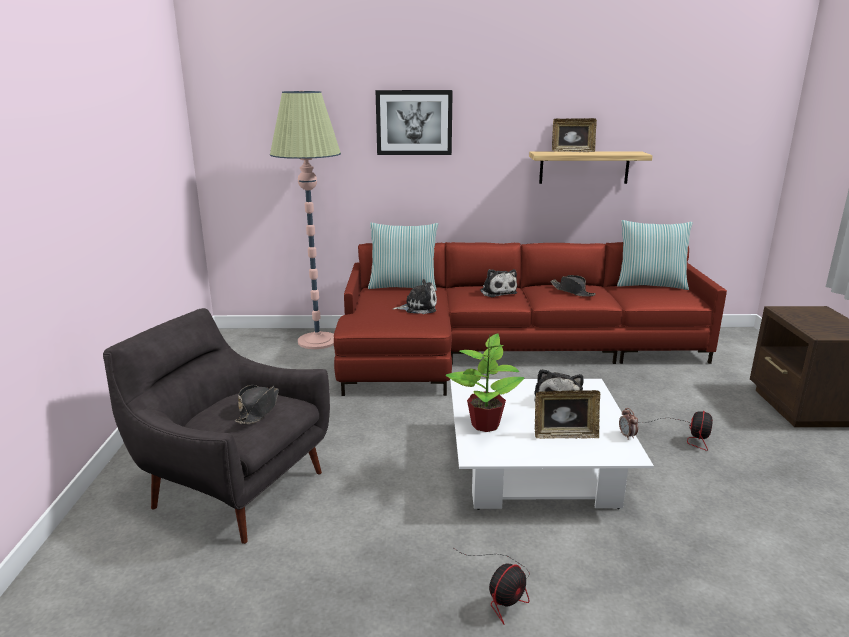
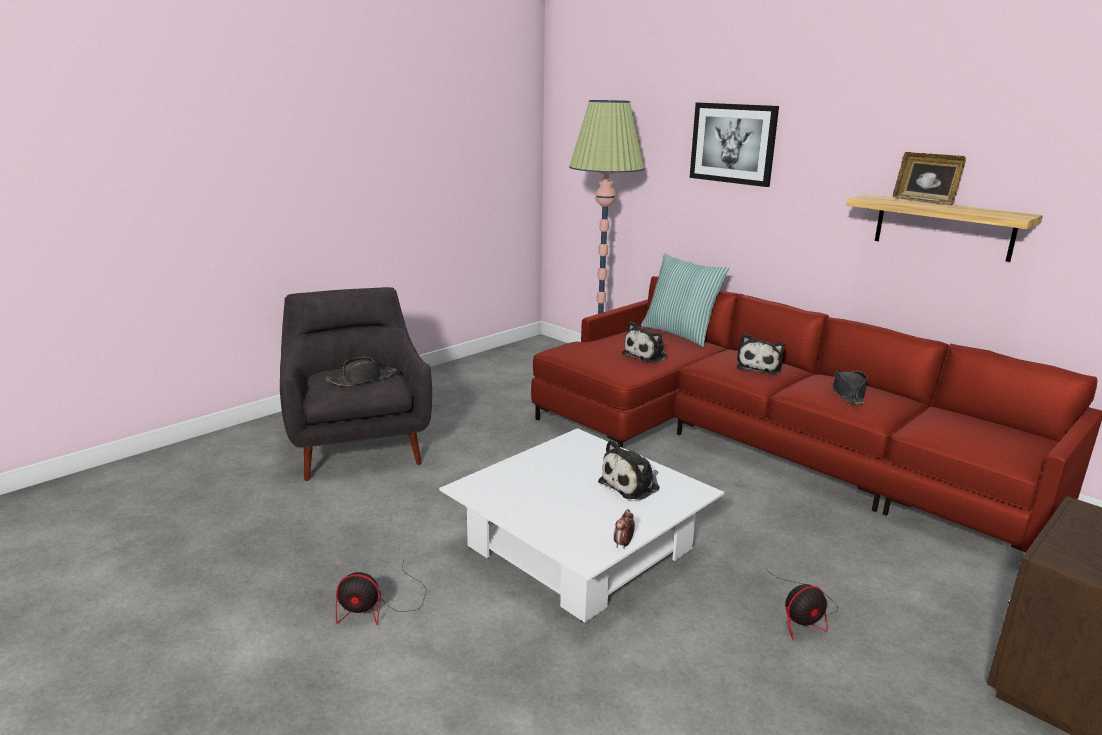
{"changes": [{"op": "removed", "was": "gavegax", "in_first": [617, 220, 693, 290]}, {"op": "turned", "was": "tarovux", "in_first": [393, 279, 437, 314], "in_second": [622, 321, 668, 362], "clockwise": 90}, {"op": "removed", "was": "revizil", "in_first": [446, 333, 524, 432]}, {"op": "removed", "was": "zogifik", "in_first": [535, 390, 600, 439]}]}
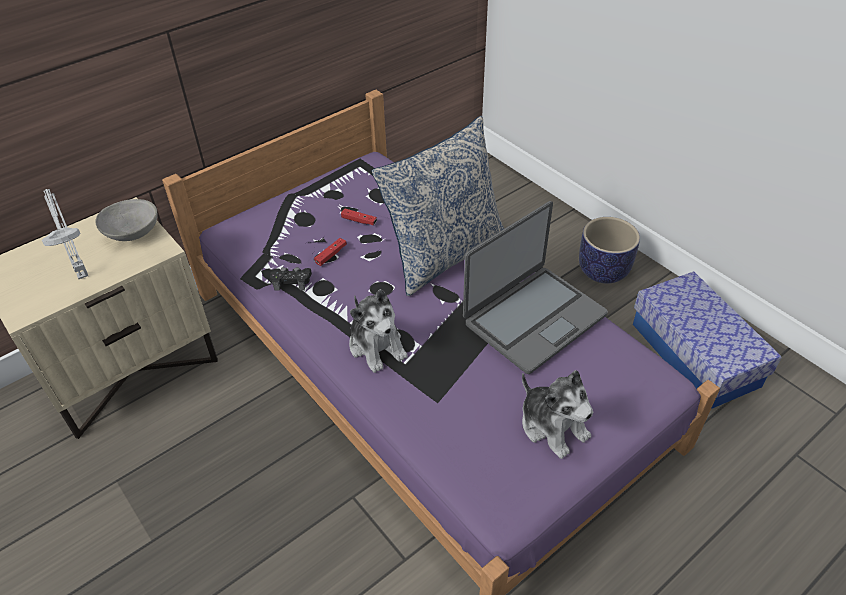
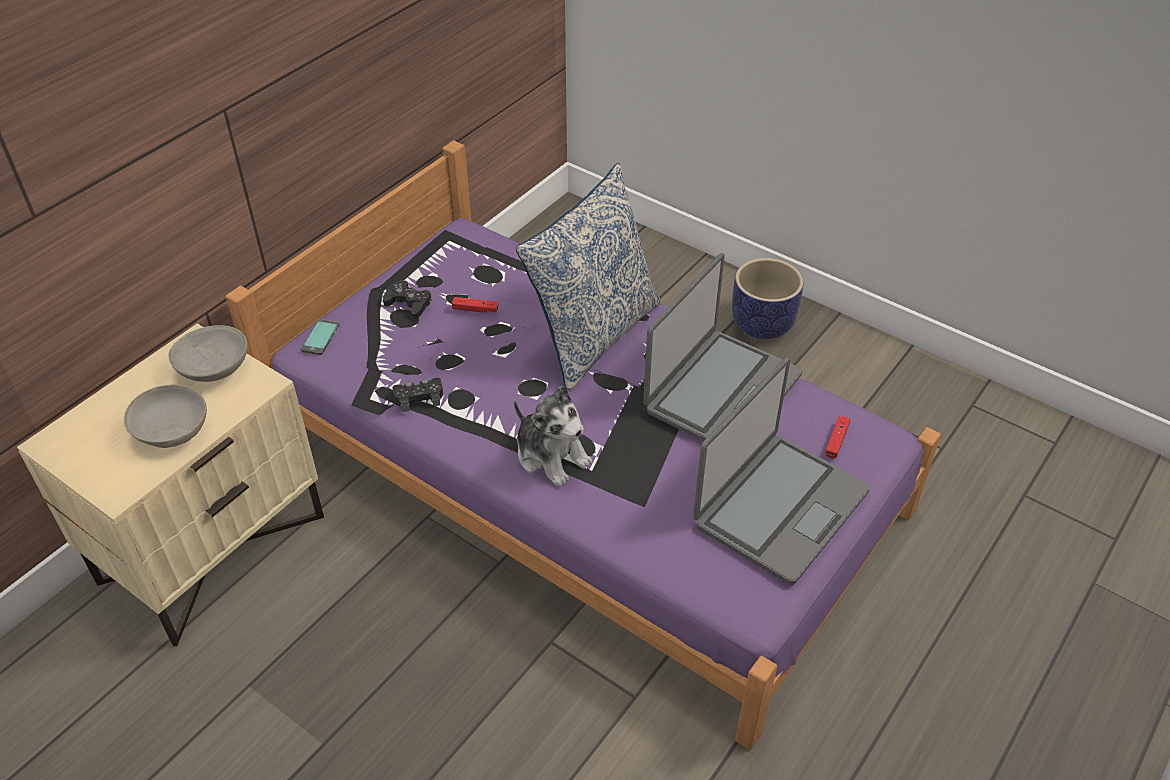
{"changes": [{"op": "replaced", "was": "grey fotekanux", "now": "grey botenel", "in_first": [42, 189, 88, 279], "in_second": [124, 384, 207, 448]}, {"op": "moved", "was": "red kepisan", "in_first": [314, 238, 347, 266], "in_second": [825, 415, 850, 459]}, {"op": "removed", "was": "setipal", "in_first": [633, 271, 782, 409]}, {"op": "replaced", "was": "tarovux", "now": "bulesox", "in_first": [522, 370, 594, 459], "in_second": [693, 357, 870, 585]}, {"op": "added", "now": "black kepisan", "in_second": [383, 280, 432, 319]}, {"op": "added", "now": "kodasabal", "in_second": [301, 319, 339, 355]}]}
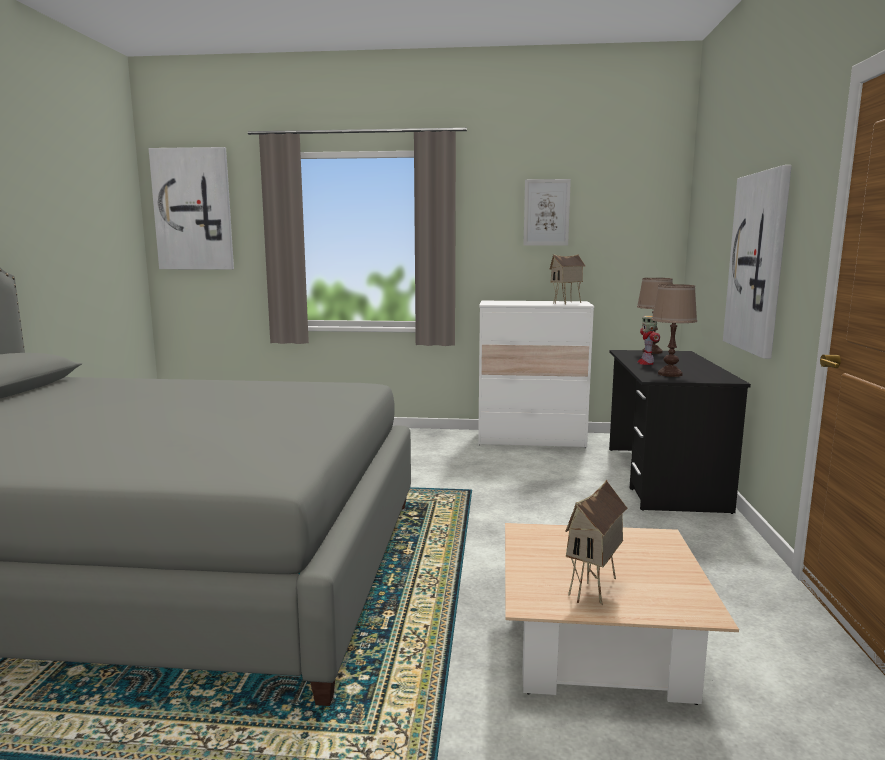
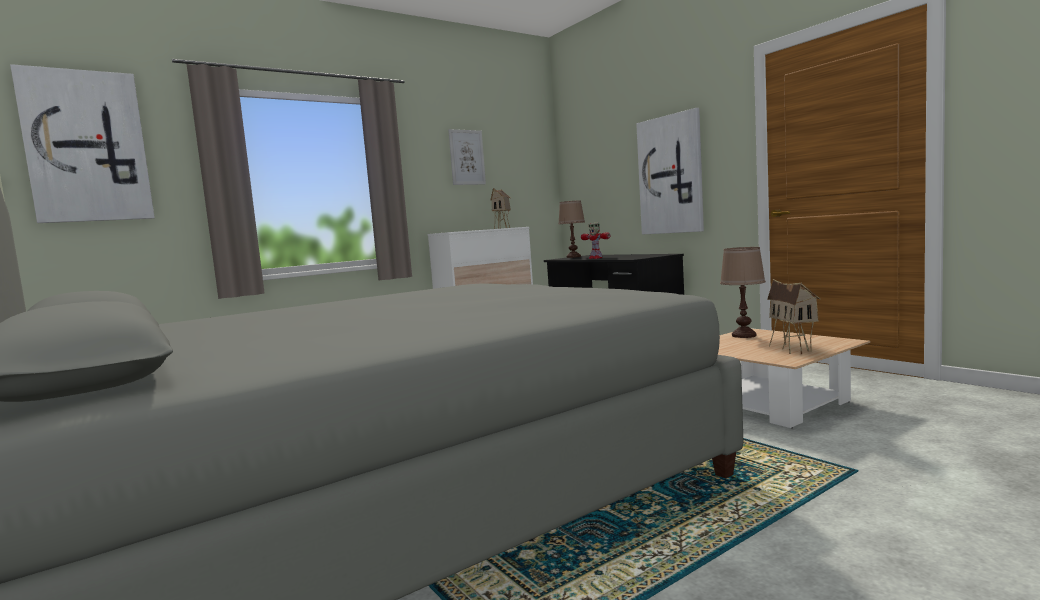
{"changes": [{"op": "moved", "was": "brown fotekanux", "in_first": [651, 284, 697, 377], "in_second": [720, 247, 766, 338]}]}
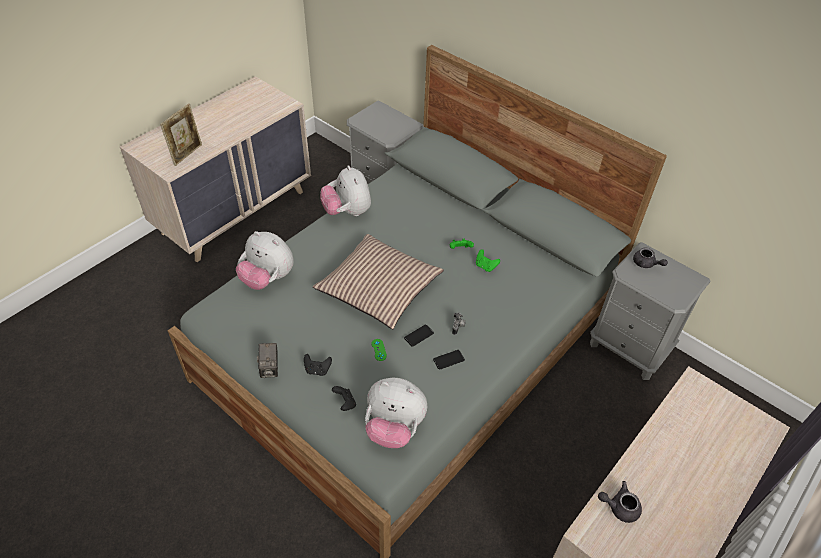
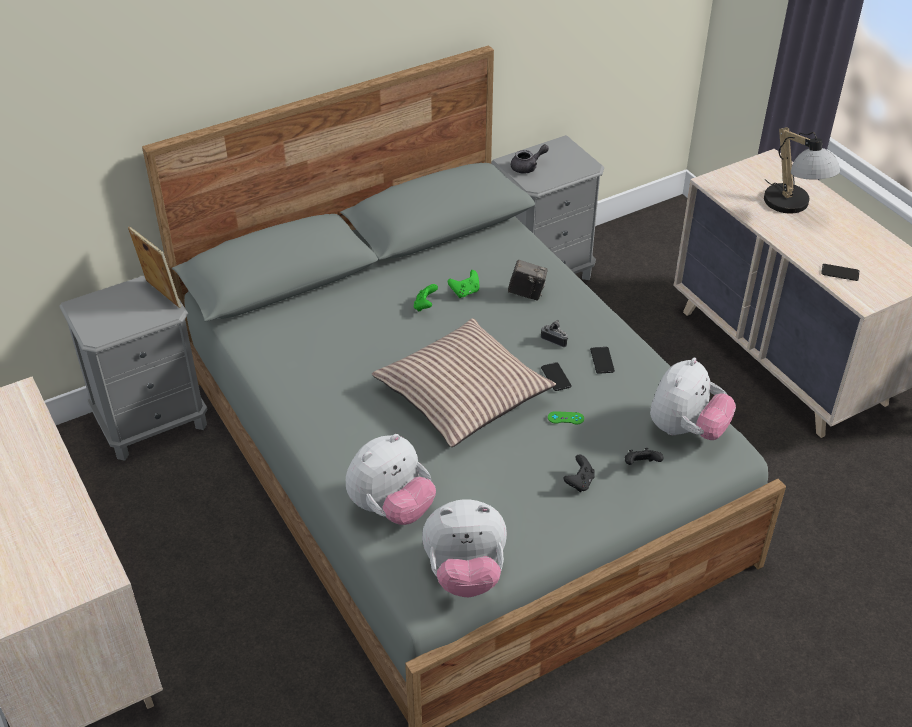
{"changes": [{"op": "moved", "was": "zogifik", "in_first": [160, 104, 202, 166], "in_second": [128, 226, 181, 308]}, {"op": "moved", "was": "tarovux", "in_first": [320, 165, 371, 216], "in_second": [422, 499, 507, 597]}, {"op": "moved", "was": "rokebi", "in_first": [257, 343, 278, 378], "in_second": [508, 260, 548, 301]}, {"op": "replaced", "was": "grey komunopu", "now": "kodasabal", "in_first": [598, 481, 642, 523], "in_second": [821, 264, 859, 281]}, {"op": "added", "now": "fotekanux", "in_second": [764, 127, 840, 214]}]}
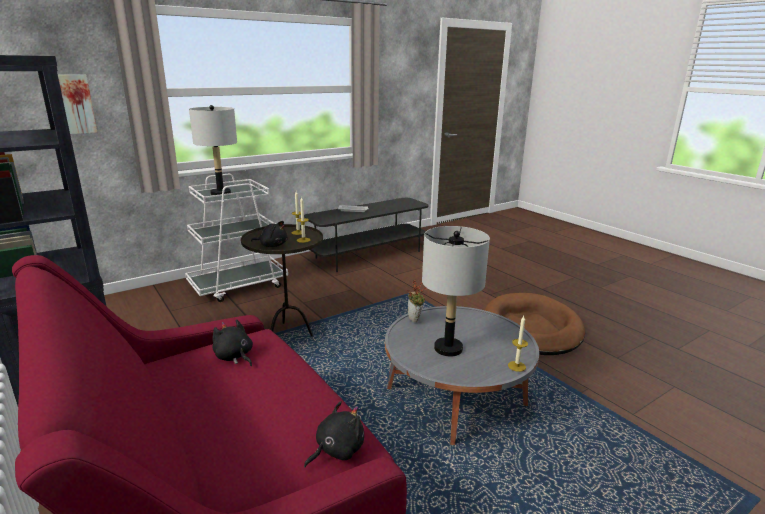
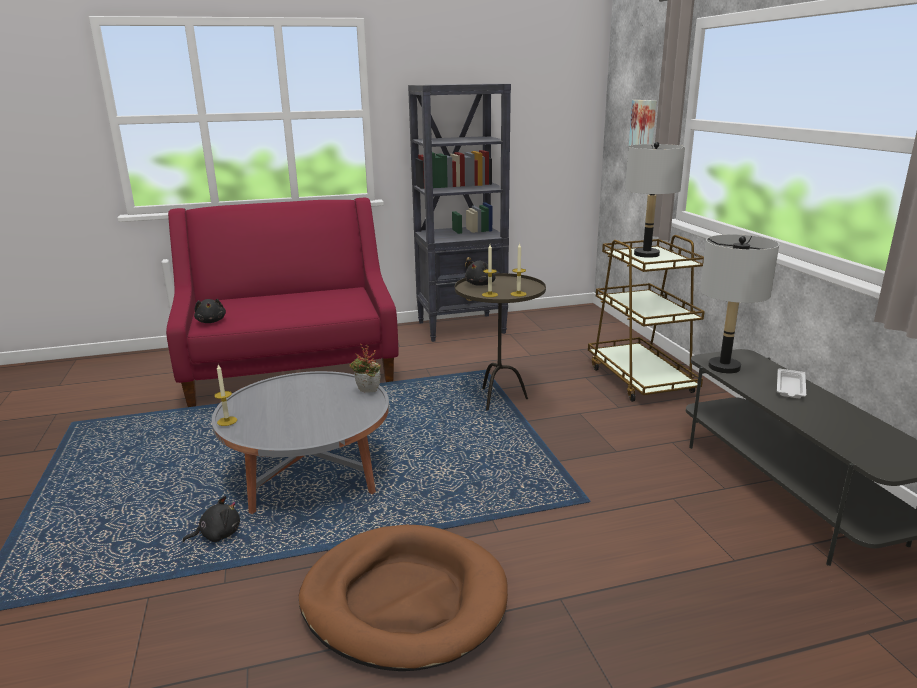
{"changes": [{"op": "recoloured", "was": "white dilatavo", "now": "brown dilatavo", "in_first": [185, 174, 288, 302], "in_second": [588, 235, 705, 402]}, {"op": "moved", "was": "grey fotekanux", "in_first": [422, 226, 490, 357], "in_second": [700, 234, 779, 374]}, {"op": "moved", "was": "black tarovux", "in_first": [212, 319, 253, 366], "in_second": [183, 496, 240, 542]}]}
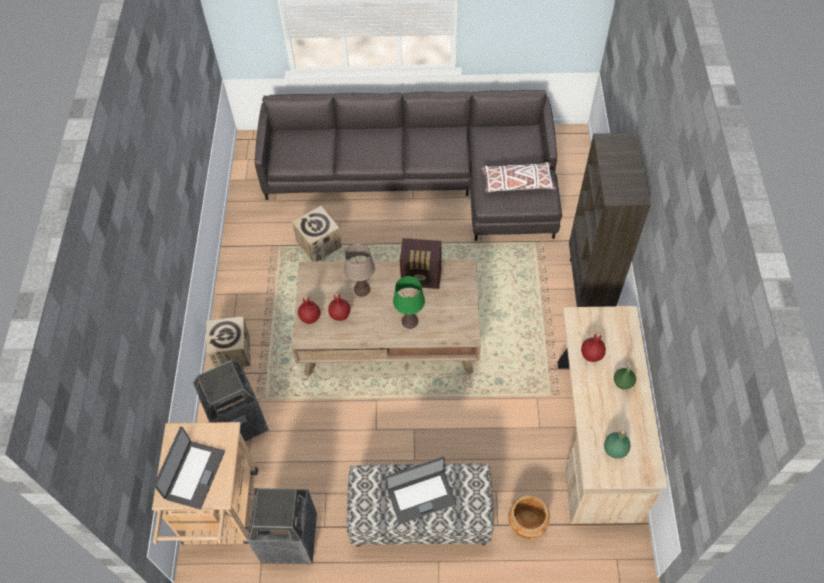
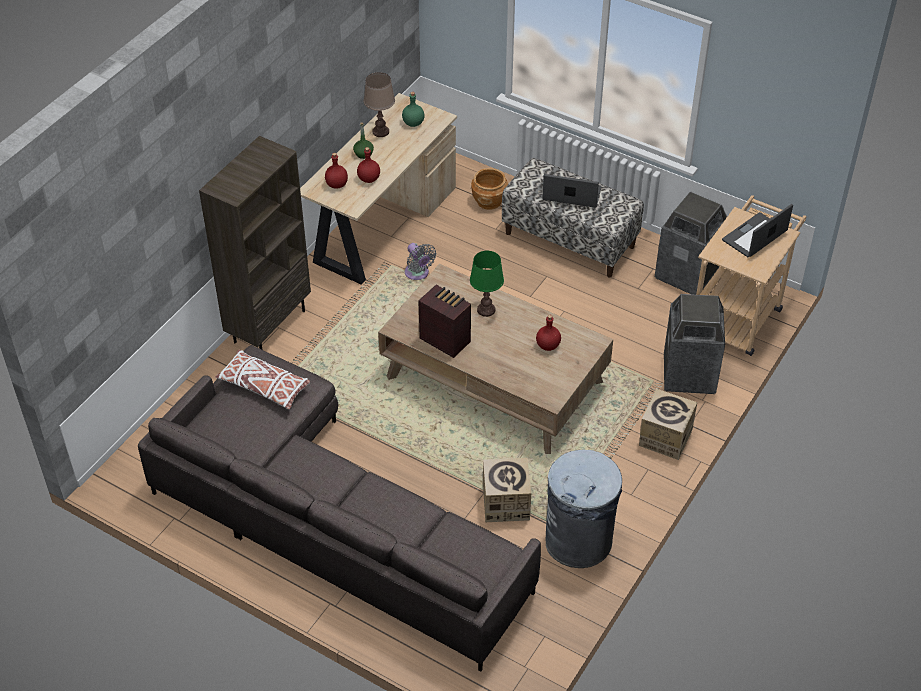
{"changes": [{"op": "moved", "was": "brown fotekanux", "in_first": [344, 243, 375, 296], "in_second": [364, 72, 395, 137]}, {"op": "moved", "was": "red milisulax", "in_first": [298, 296, 320, 324], "in_second": [325, 153, 348, 189]}, {"op": "added", "now": "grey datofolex", "in_second": [405, 243, 436, 280]}, {"op": "added", "now": "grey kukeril", "in_second": [546, 449, 622, 568]}]}
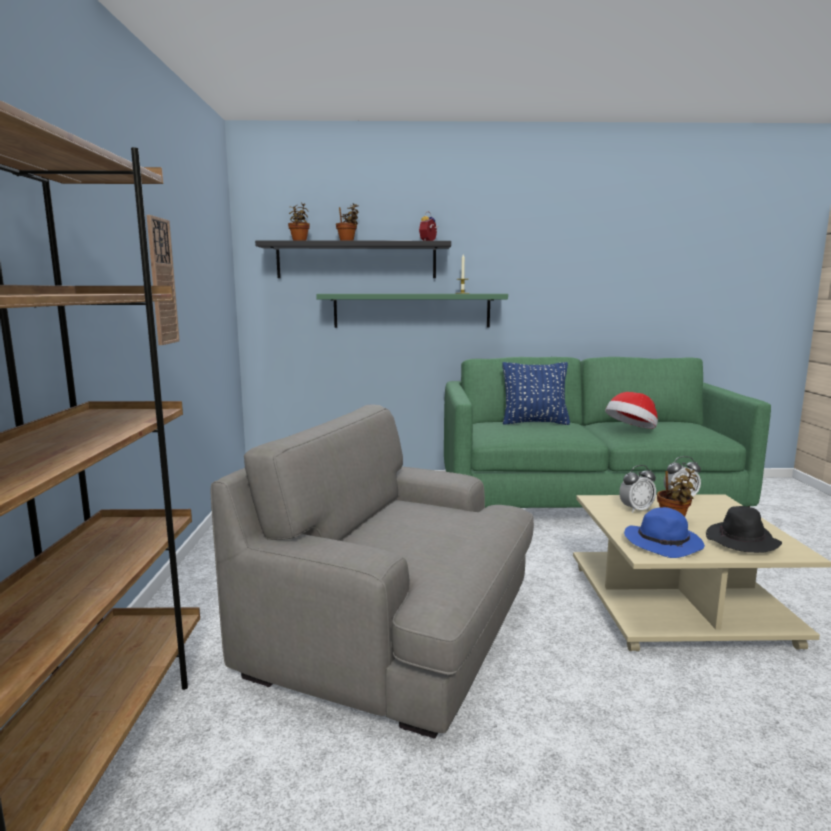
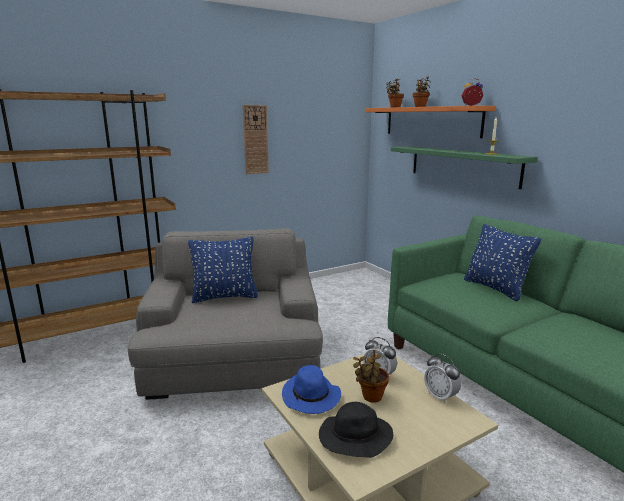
{"changes": [{"op": "recoloured", "was": "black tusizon", "now": "orange tusizon", "in_first": [255, 240, 451, 278], "in_second": [366, 106, 496, 138]}, {"op": "removed", "was": "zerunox", "in_first": [605, 392, 658, 429]}, {"op": "added", "now": "blue gavegax", "in_second": [188, 236, 258, 303]}]}
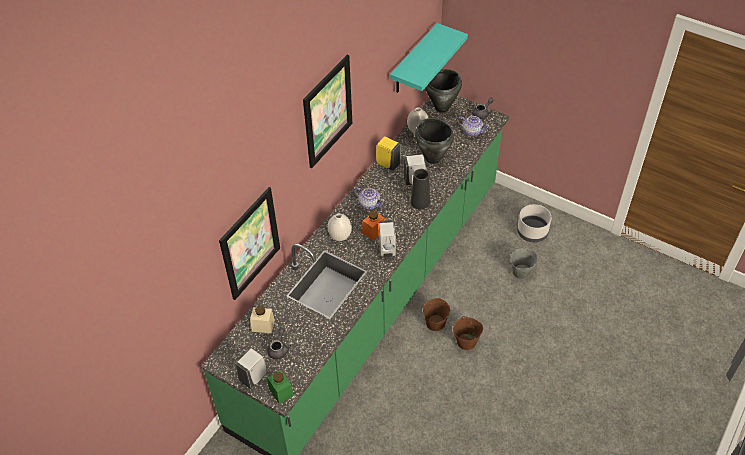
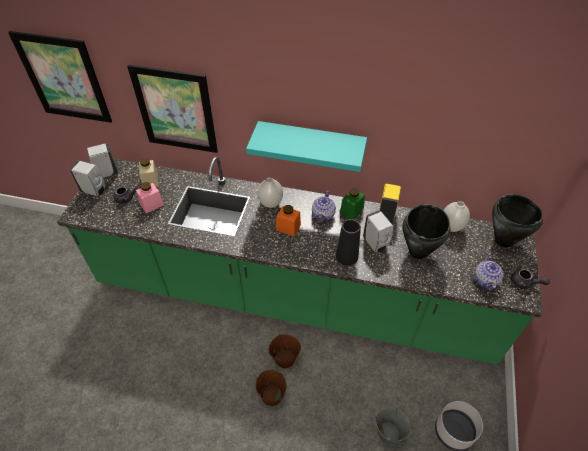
{"changes": [{"op": "moved", "was": "turquoise tusizon", "in_first": [390, 23, 468, 93], "in_second": [246, 121, 367, 172]}, {"op": "moved", "was": "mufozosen", "in_first": [303, 54, 352, 168], "in_second": [8, 31, 112, 123]}, {"op": "moved", "was": "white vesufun", "in_first": [379, 221, 396, 258], "in_second": [87, 143, 118, 178]}, {"op": "moved", "was": "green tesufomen", "in_first": [267, 370, 294, 404], "in_second": [340, 188, 365, 219]}, {"op": "added", "now": "pink tesufomen", "in_second": [136, 182, 164, 213]}]}
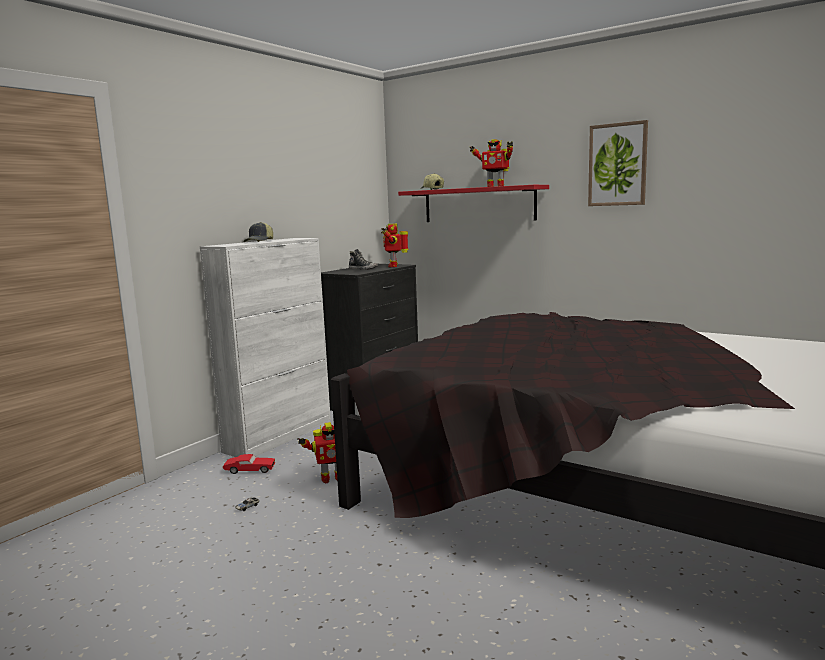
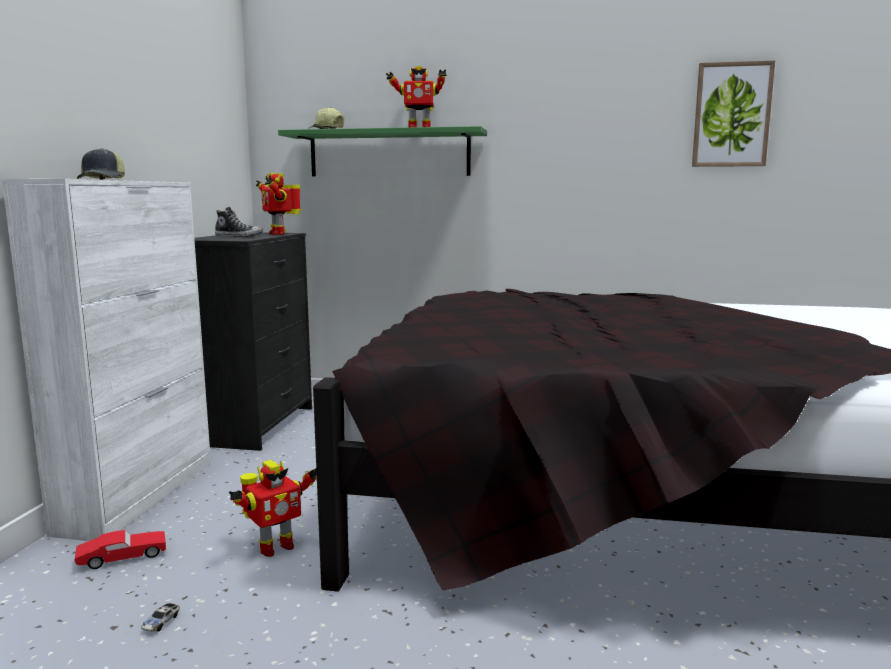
{"changes": [{"op": "moved", "was": "mufozosen", "in_first": [588, 120, 648, 206], "in_second": [692, 61, 775, 167]}, {"op": "recoloured", "was": "red tusizon", "now": "green tusizon", "in_first": [398, 185, 549, 222], "in_second": [278, 126, 487, 176]}]}
